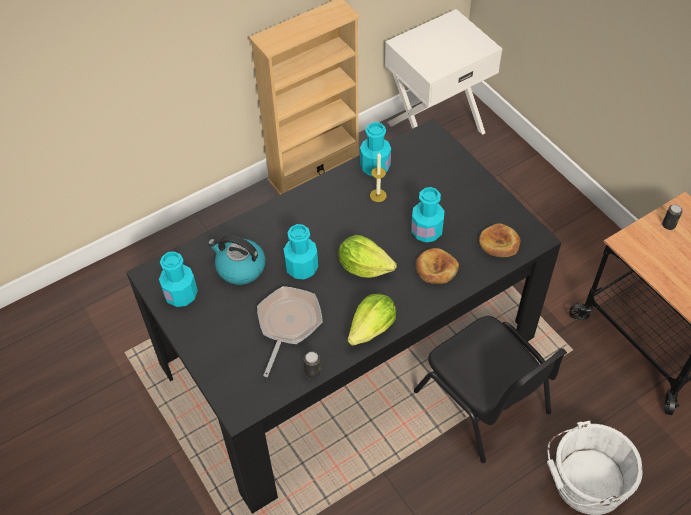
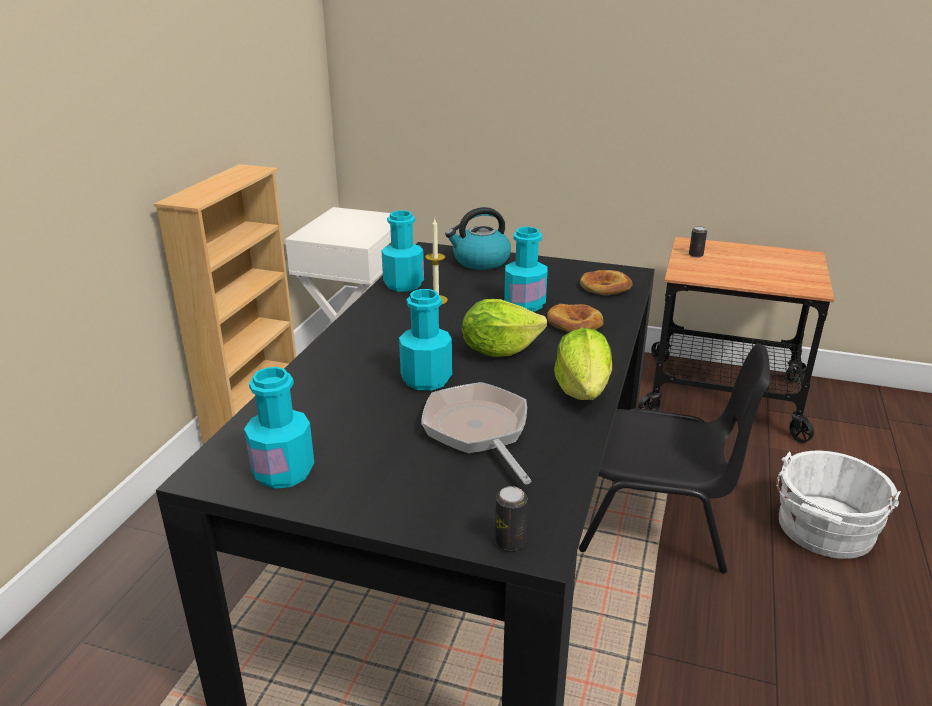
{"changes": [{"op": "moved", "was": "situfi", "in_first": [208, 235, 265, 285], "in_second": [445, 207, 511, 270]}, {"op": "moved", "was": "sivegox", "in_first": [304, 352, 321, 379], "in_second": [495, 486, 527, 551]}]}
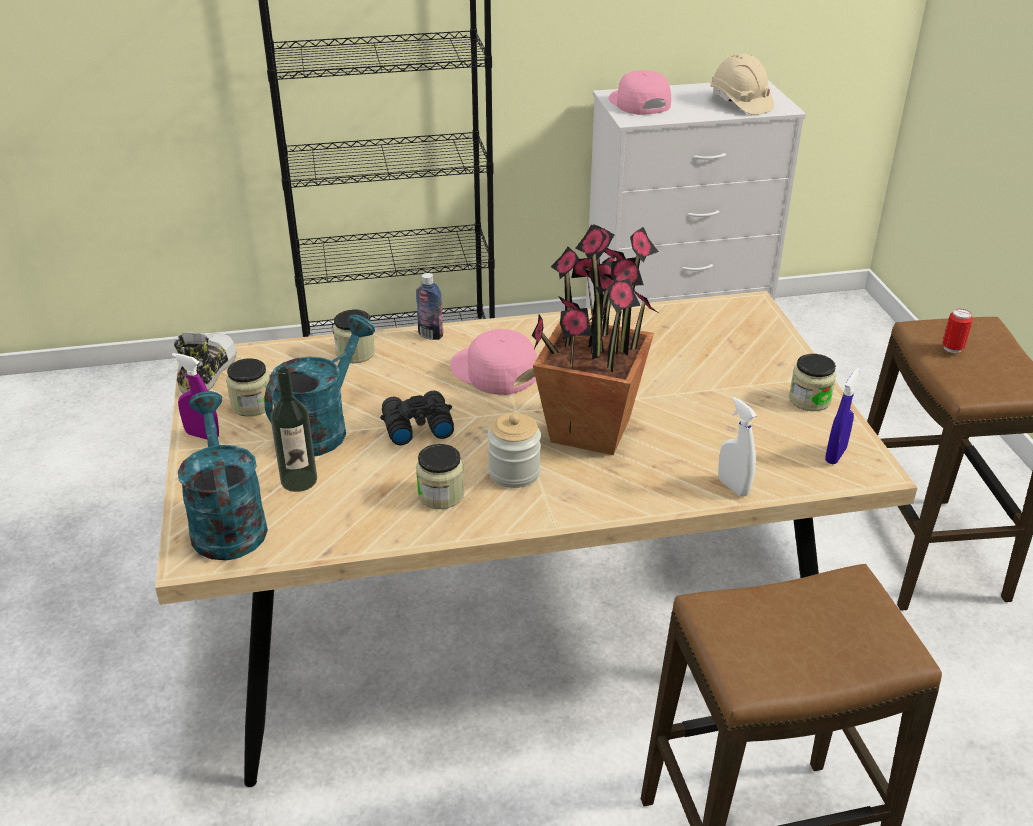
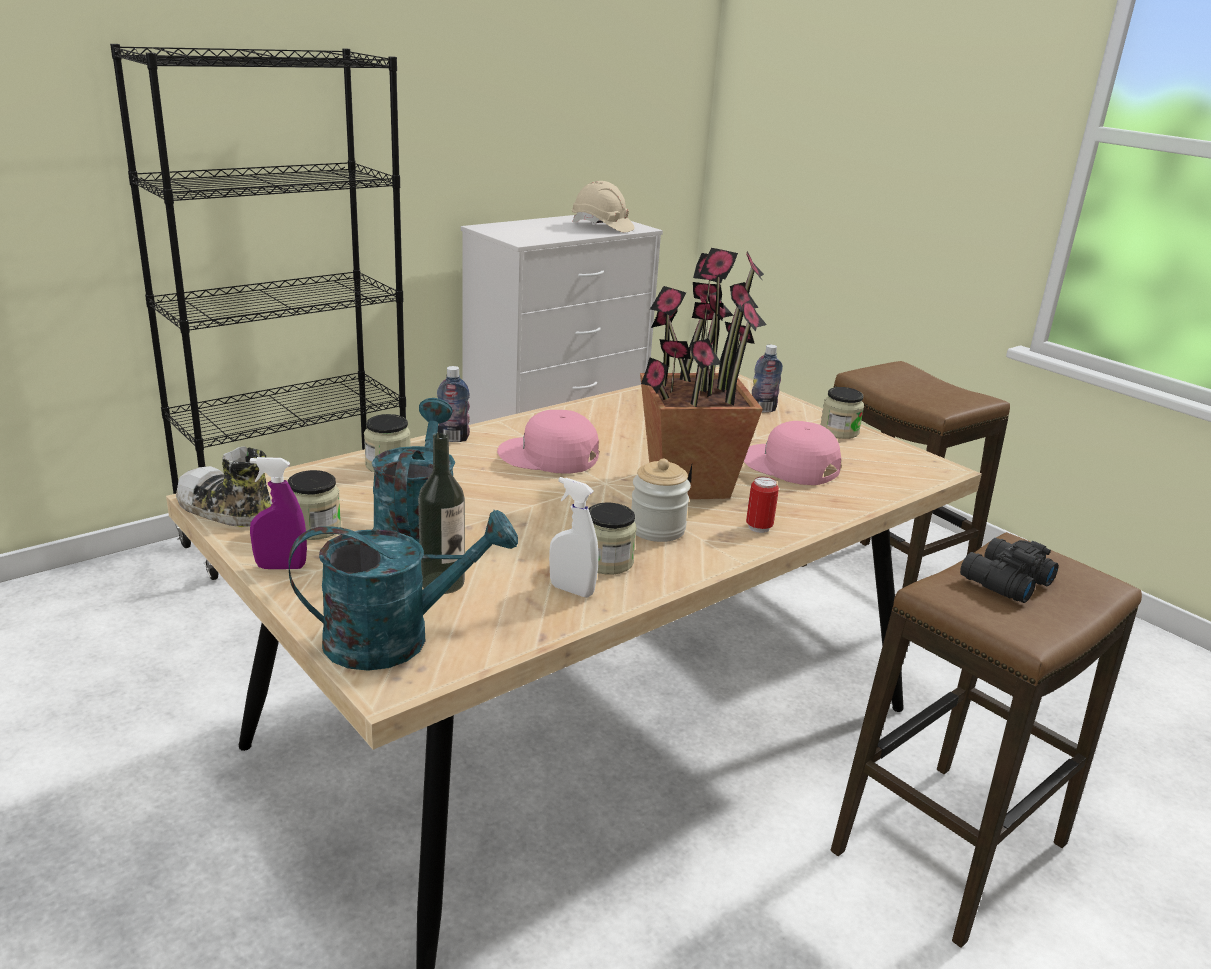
{"changes": [{"op": "moved", "was": "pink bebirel", "in_first": [608, 70, 671, 115], "in_second": [744, 421, 841, 485]}, {"op": "moved", "was": "sivegox", "in_first": [942, 309, 973, 353], "in_second": [746, 477, 779, 533]}, {"op": "turned", "was": "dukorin", "in_first": [174, 332, 237, 394], "in_second": [176, 446, 272, 527], "clockwise": -45}, {"op": "removed", "was": "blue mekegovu", "in_first": [825, 368, 860, 465]}, {"op": "turned", "was": "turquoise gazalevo", "in_first": [178, 391, 268, 560], "in_second": [289, 510, 518, 671], "clockwise": 120}, {"op": "moved", "was": "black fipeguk", "in_first": [380, 391, 454, 445], "in_second": [960, 538, 1059, 603]}, {"op": "moved", "was": "white mekegovu", "in_first": [718, 397, 757, 497], "in_second": [549, 477, 598, 598]}, {"op": "added", "now": "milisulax", "in_second": [752, 345, 783, 413]}]}
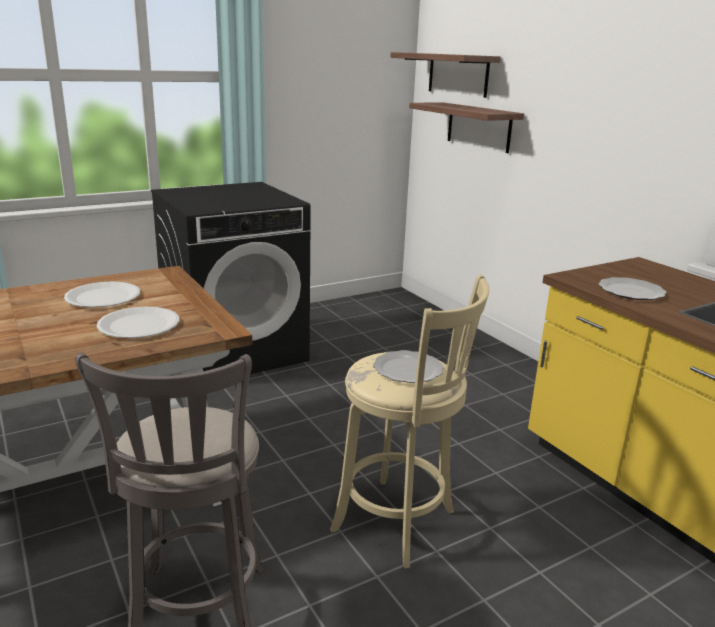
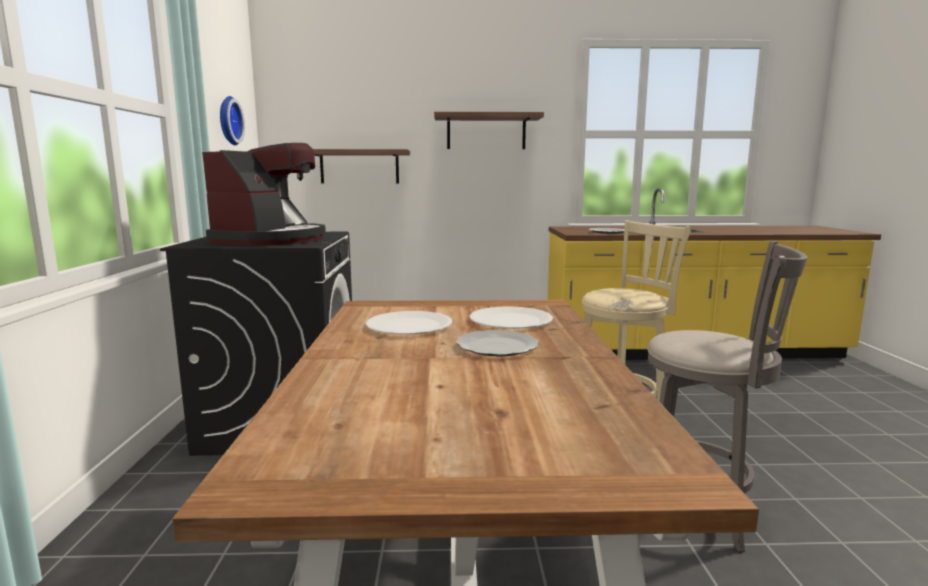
{"changes": [{"op": "moved", "was": "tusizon", "in_first": [390, 52, 501, 98], "in_second": [434, 112, 544, 149]}, {"op": "moved", "was": "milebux", "in_first": [373, 350, 444, 383], "in_second": [456, 330, 539, 356]}, {"op": "added", "now": "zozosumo", "in_second": [220, 96, 245, 145]}, {"op": "added", "now": "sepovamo", "in_second": [202, 143, 326, 246]}]}
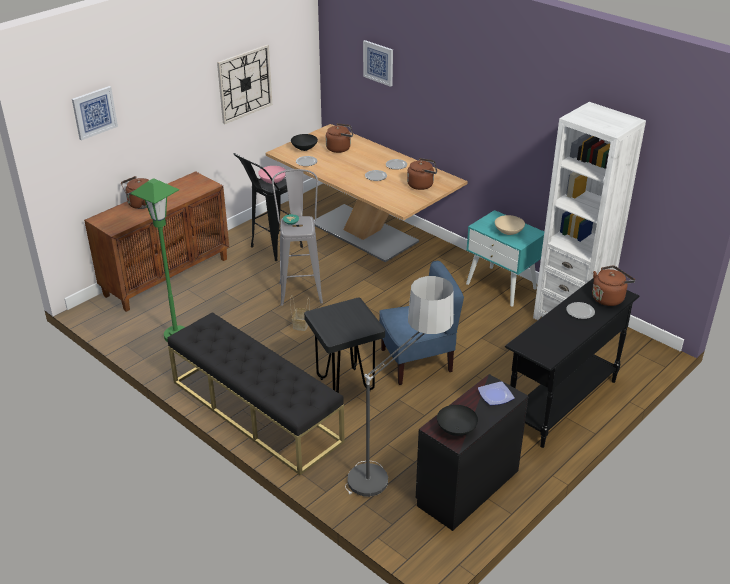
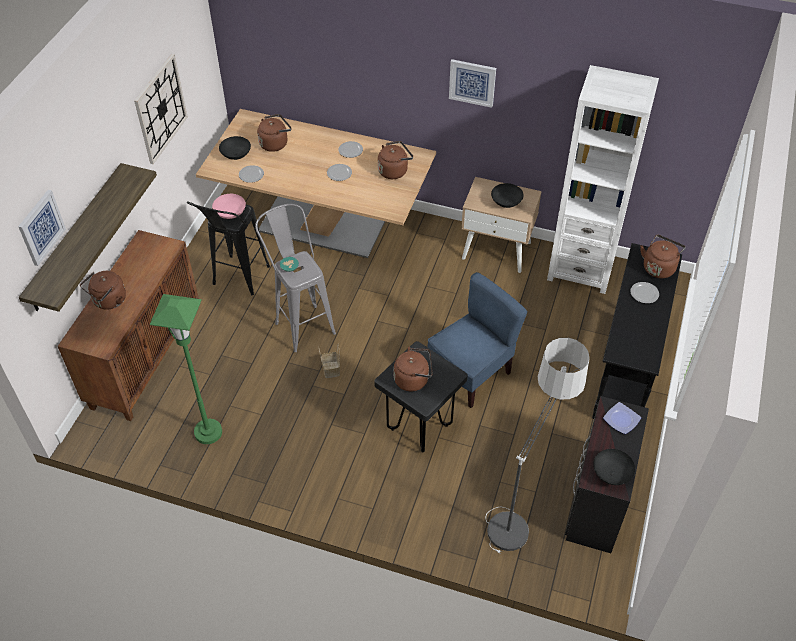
{"changes": [{"op": "moved", "was": "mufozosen", "in_first": [363, 40, 393, 87], "in_second": [449, 59, 496, 108]}, {"op": "recoloured", "was": "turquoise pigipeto", "now": "beige pigipeto", "in_first": [466, 210, 544, 307], "in_second": [461, 177, 542, 273]}, {"op": "recoloured", "was": "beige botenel", "now": "black botenel", "in_first": [495, 215, 525, 235], "in_second": [491, 183, 524, 208]}, {"op": "removed", "was": "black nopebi", "in_first": [167, 312, 345, 475]}, {"op": "added", "now": "tusizon", "in_second": [19, 163, 157, 312]}, {"op": "added", "now": "brown situfi", "in_second": [394, 347, 433, 392]}]}
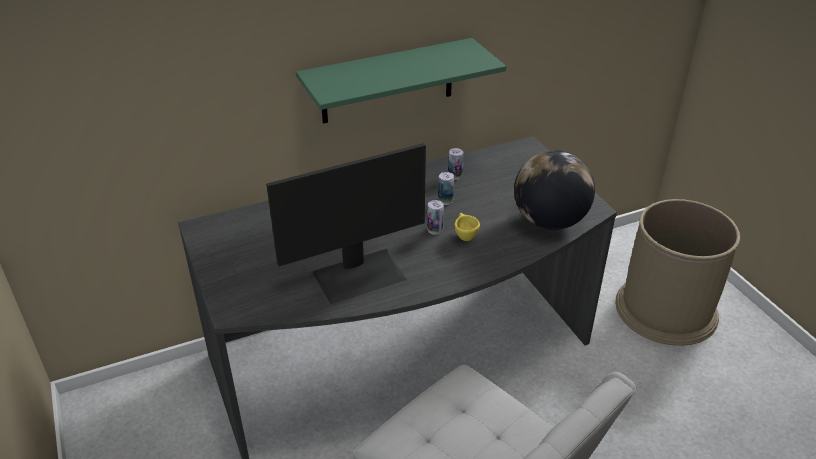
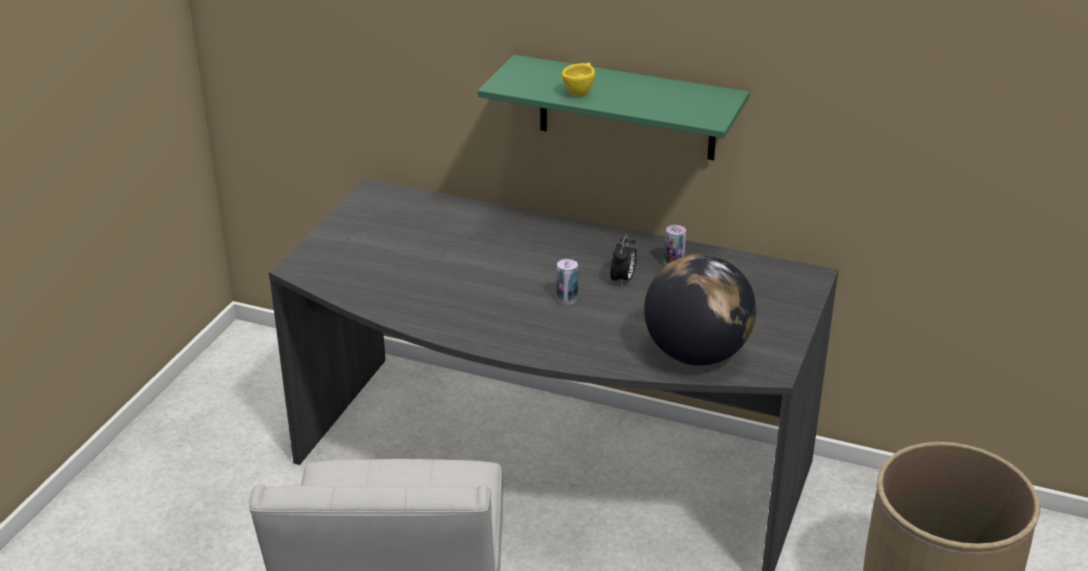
{"changes": [{"op": "removed", "was": "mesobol", "in_first": [266, 143, 426, 304]}, {"op": "replaced", "was": "sivegox", "now": "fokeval", "in_first": [438, 172, 454, 205], "in_second": [610, 234, 636, 287]}, {"op": "moved", "was": "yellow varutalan", "in_first": [454, 213, 480, 241], "in_second": [562, 63, 595, 97]}]}
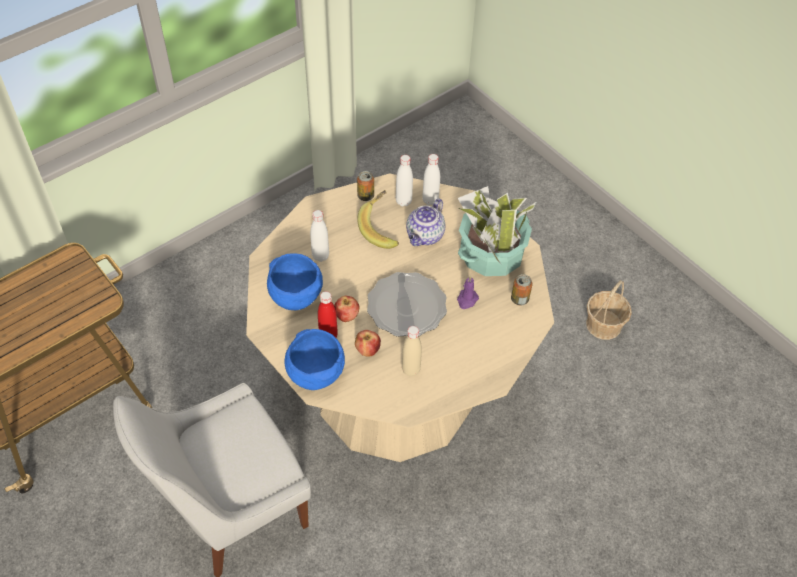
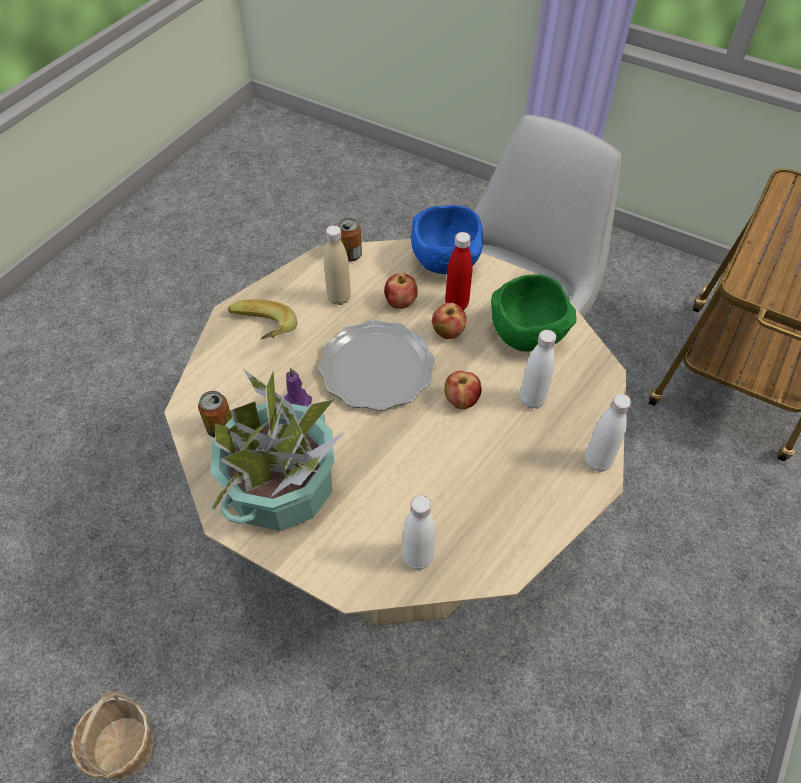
{"changes": [{"op": "moved", "was": "white milisulax", "in_first": [396, 155, 413, 206], "in_second": [585, 394, 632, 472]}, {"op": "moved", "was": "sivegox", "in_first": [357, 171, 374, 201], "in_second": [338, 218, 362, 262]}, {"op": "moved", "was": "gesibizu", "in_first": [358, 190, 399, 249], "in_second": [228, 299, 297, 339]}, {"op": "removed", "was": "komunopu", "in_first": [406, 198, 446, 246]}, {"op": "recoloured", "was": "blue botenel", "now": "green botenel", "in_first": [267, 253, 323, 310], "in_second": [491, 274, 577, 352]}, {"op": "added", "now": "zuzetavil", "in_second": [445, 371, 482, 409]}]}
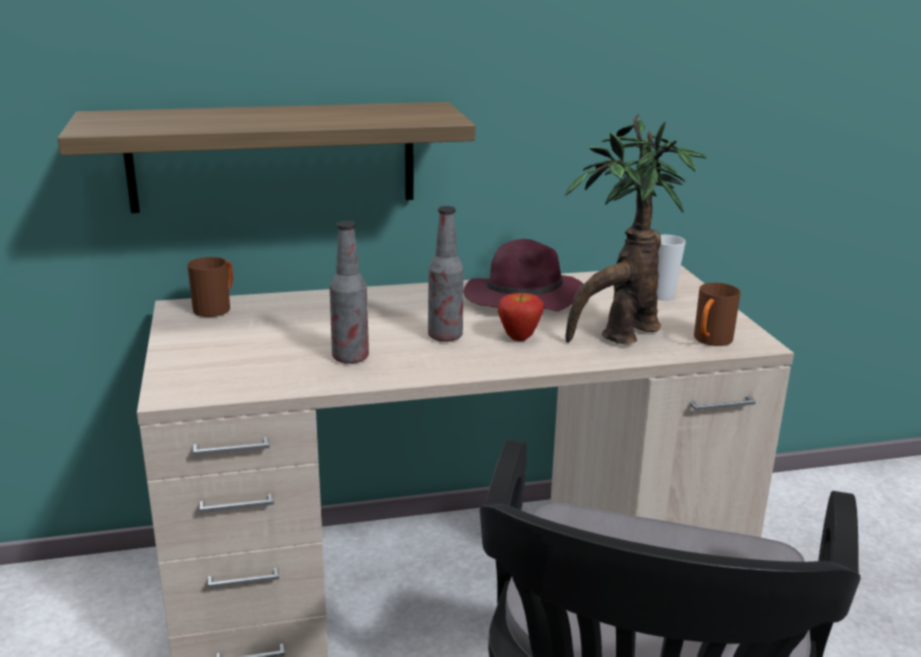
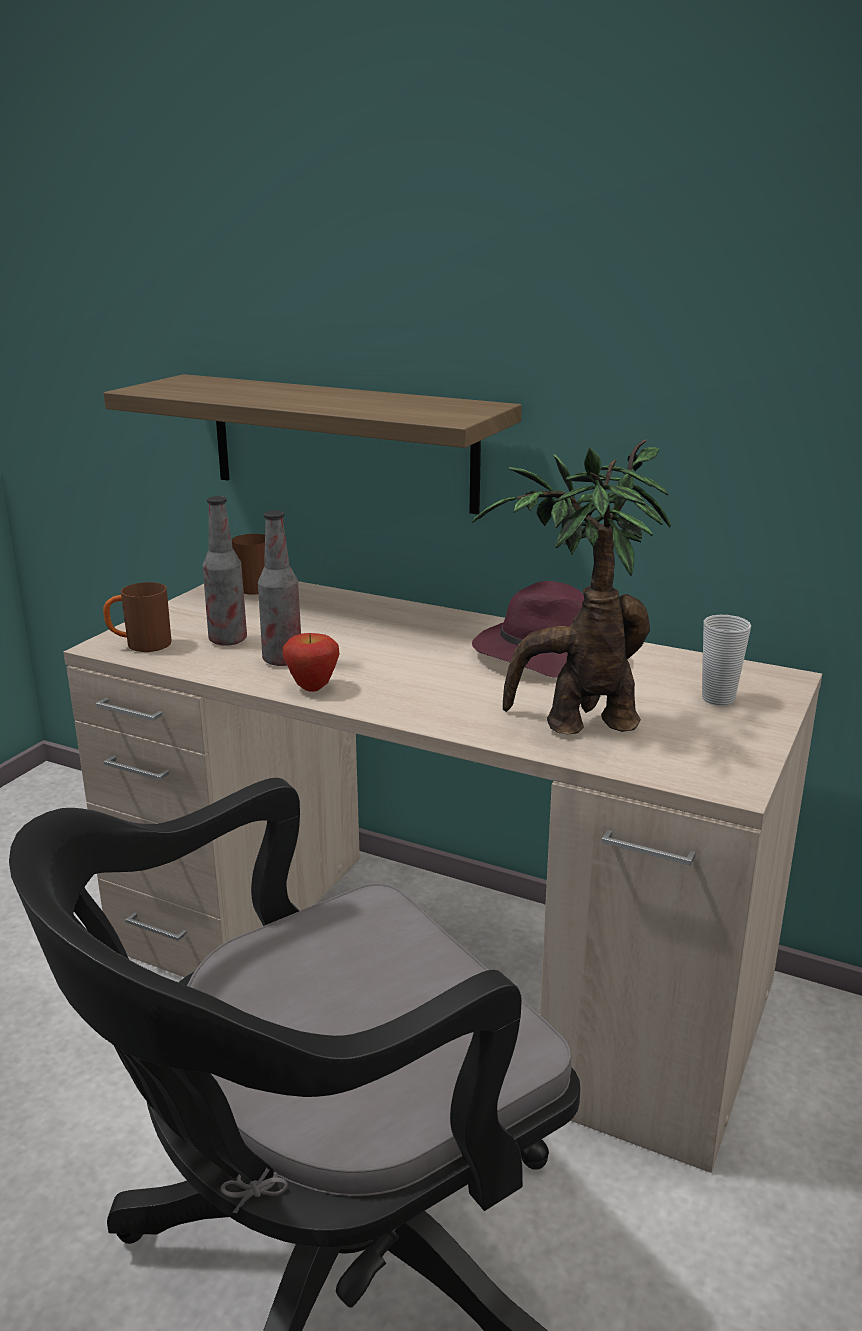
{"changes": [{"op": "moved", "was": "milisulax", "in_first": [428, 206, 464, 342], "in_second": [203, 496, 247, 646]}, {"op": "moved", "was": "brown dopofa", "in_first": [694, 283, 741, 346], "in_second": [103, 582, 172, 652]}, {"op": "moved", "was": "zuzetavil", "in_first": [497, 293, 544, 341], "in_second": [283, 633, 340, 692]}]}
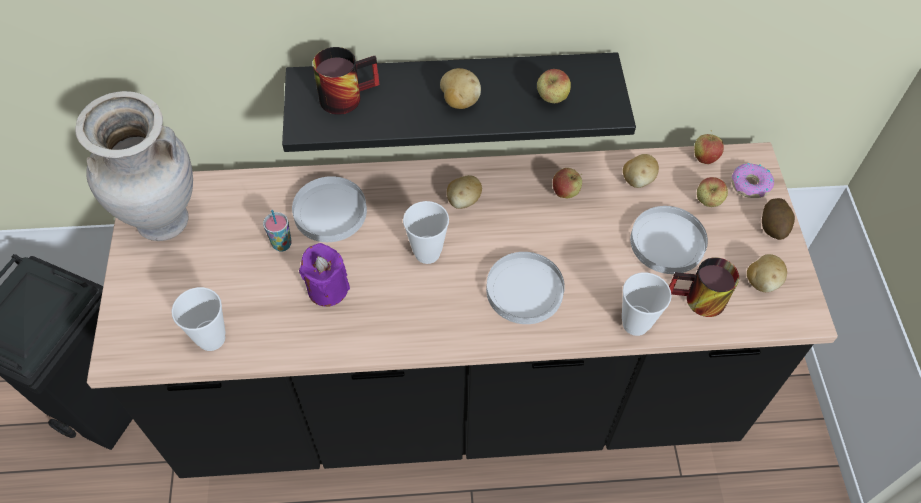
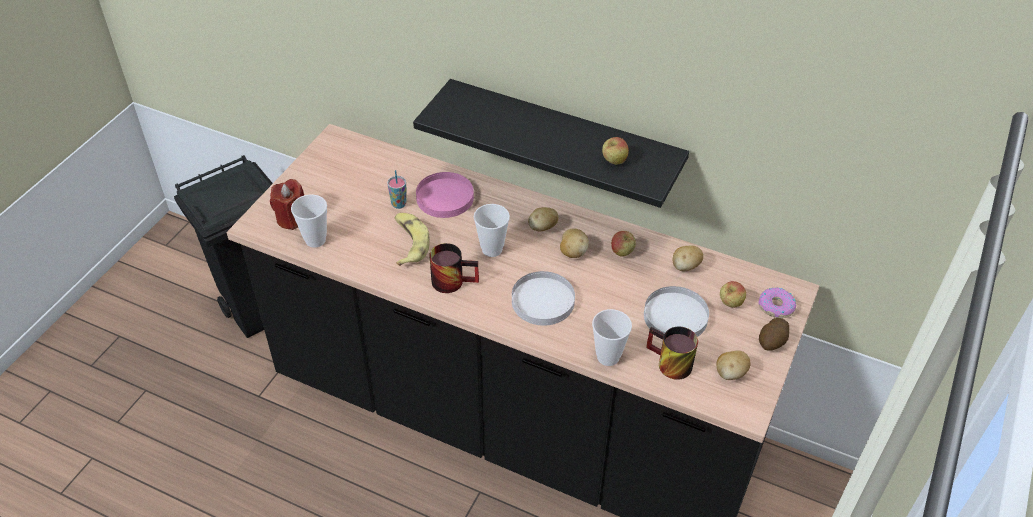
{"changes": [{"op": "moved", "was": "dopofa", "in_first": [313, 47, 379, 115], "in_second": [429, 243, 479, 293]}, {"op": "moved", "was": "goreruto", "in_first": [440, 68, 481, 109], "in_second": [560, 229, 589, 258]}, {"op": "removed", "was": "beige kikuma", "in_first": [75, 91, 193, 241]}, {"op": "removed", "was": "zuzetavil", "in_first": [694, 130, 724, 164]}, {"op": "recoloured", "was": "white milebux", "now": "pink milebux", "in_first": [292, 176, 367, 242], "in_second": [416, 172, 474, 218]}, {"op": "replaced", "was": "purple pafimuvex", "now": "gesibizu", "in_first": [299, 243, 350, 307], "in_second": [395, 213, 430, 266]}, {"op": "added", "now": "red pafimuvex", "in_second": [270, 179, 304, 230]}]}
